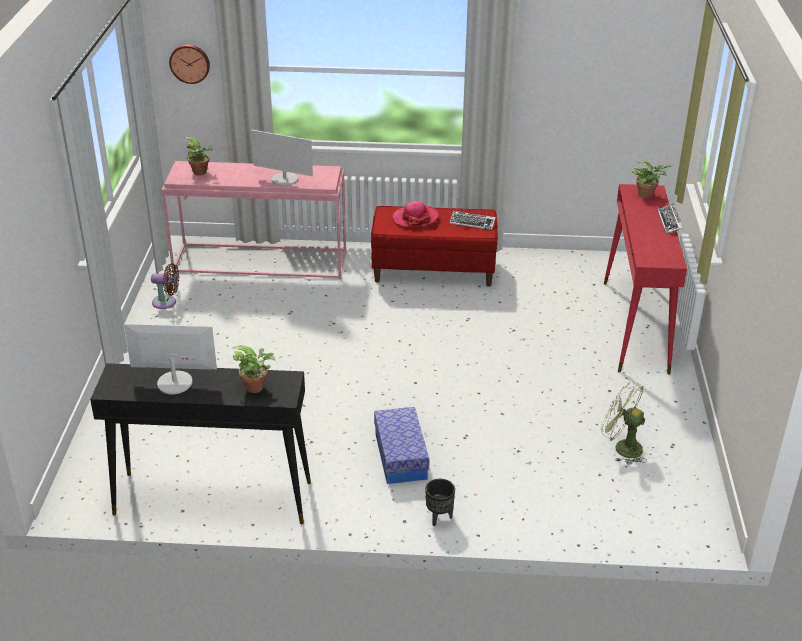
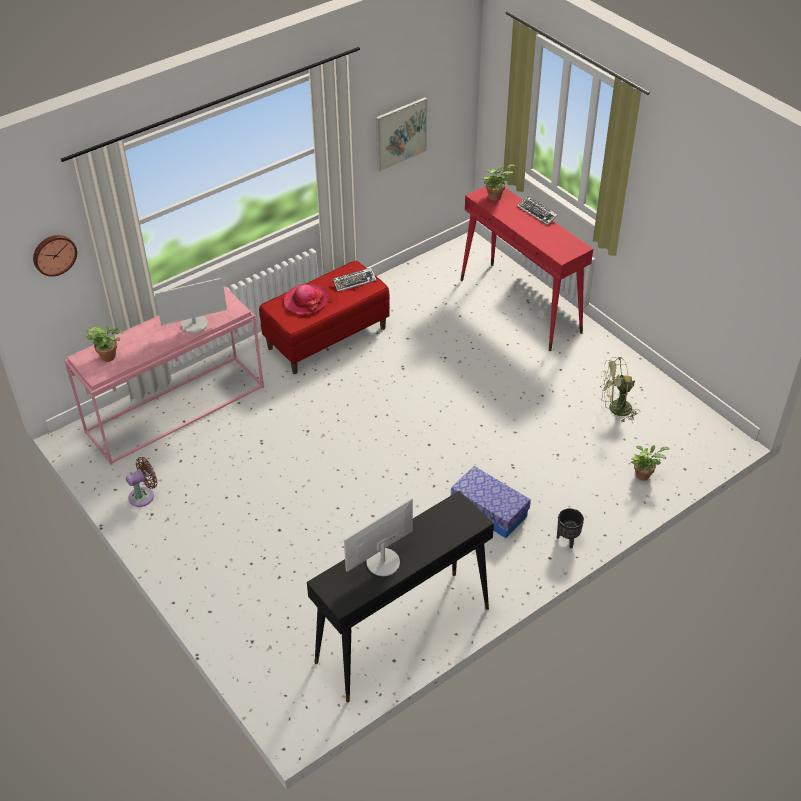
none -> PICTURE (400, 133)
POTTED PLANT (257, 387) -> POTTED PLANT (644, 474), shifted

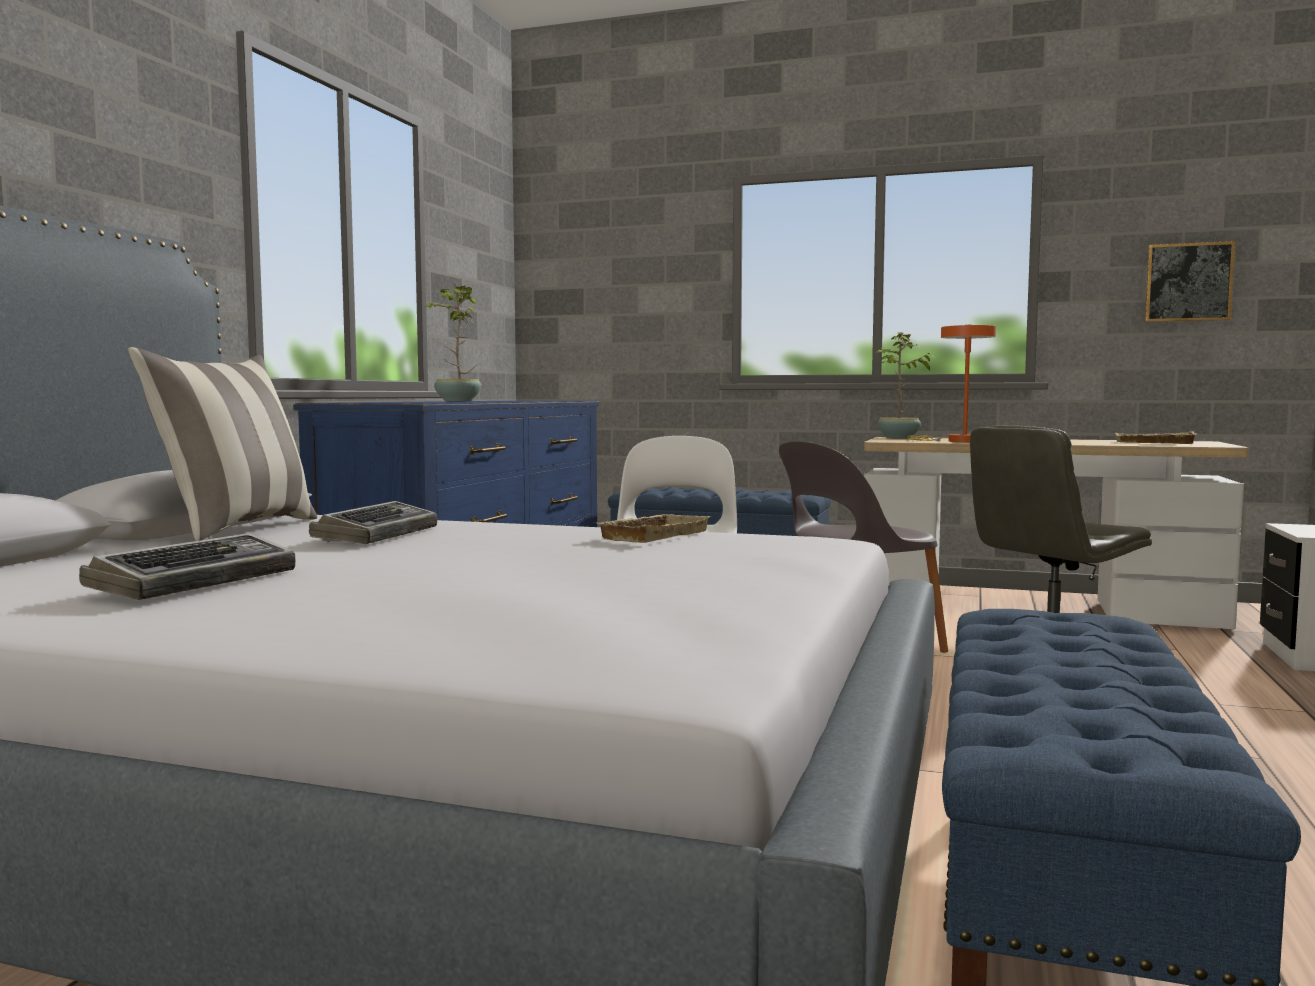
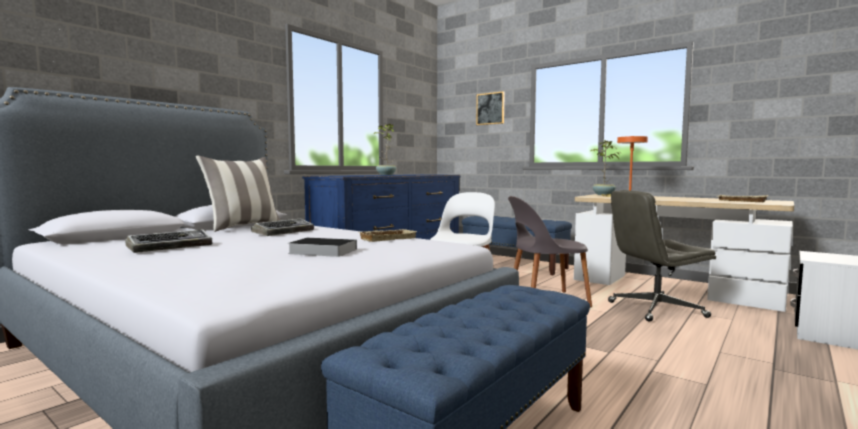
none -> BOOK (320, 251)
PICTURE (1188, 282) -> PICTURE (490, 108), shifted

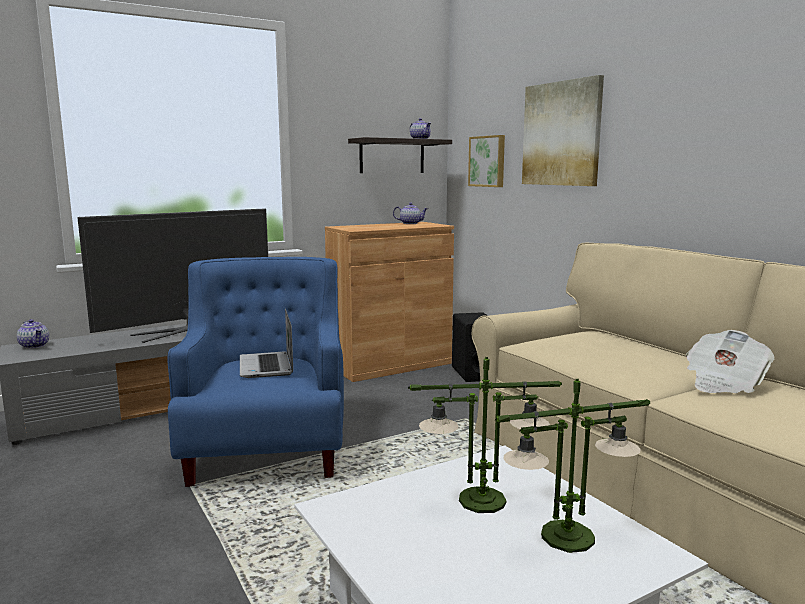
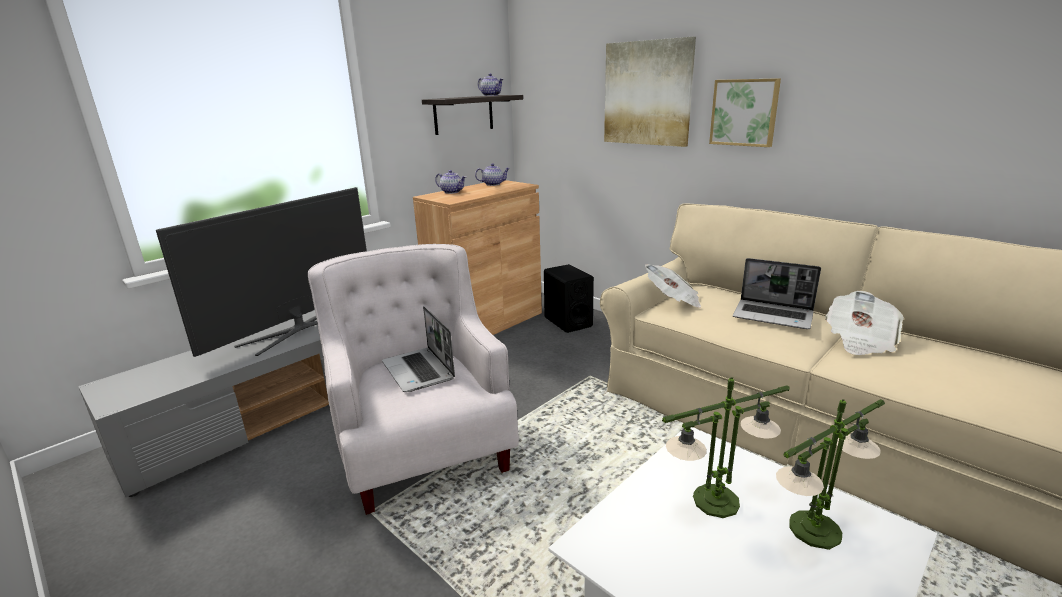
BLUE EASY CHAIR (267, 446) -> WHITE-COLOURED EASY CHAIR (422, 444)
POT FOR TEA (35, 346) -> POT FOR TEA (452, 192), shifted
none -> PRINTED PAPER (673, 300)
PICTURE (488, 161) -> PICTURE (744, 112), shifted
none -> PORTABLE COMPUTER (774, 316)

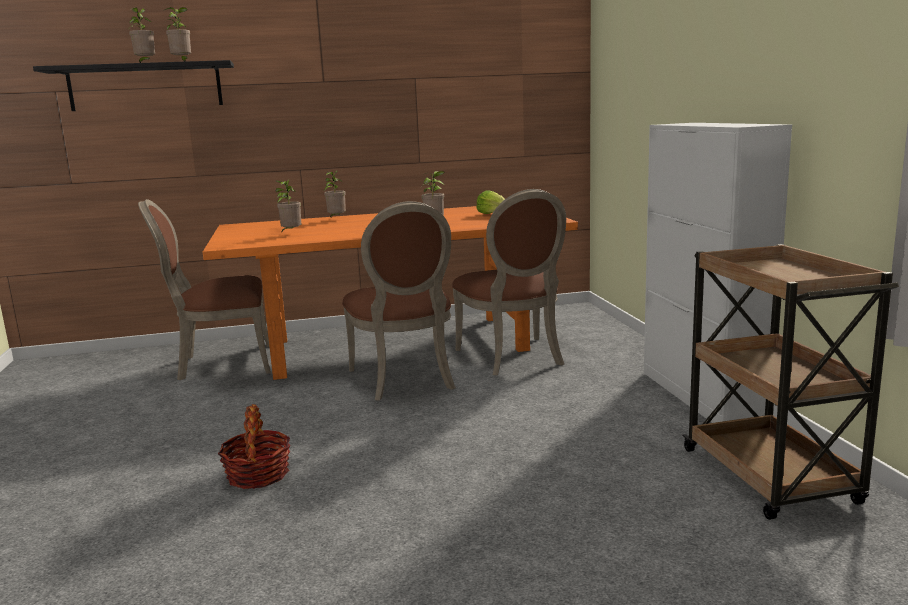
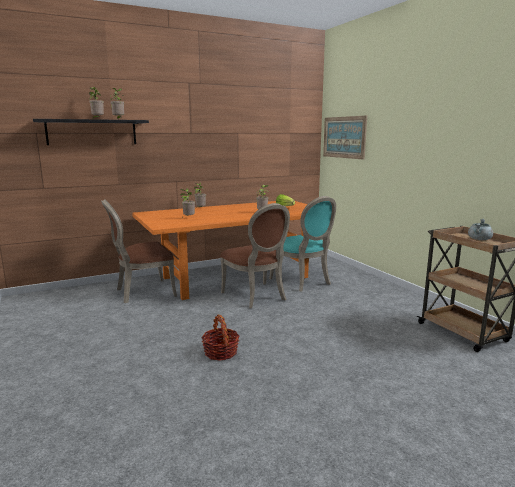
BROWN-COLOURED CHAIR (514, 357) -> BLUE-GREEN CHAIR (303, 281)
none -> PICTURE (344, 137)
none -> GREYISH STOCKPOT (479, 239)
WHITE-COLOURED CABINET (701, 396) -> none

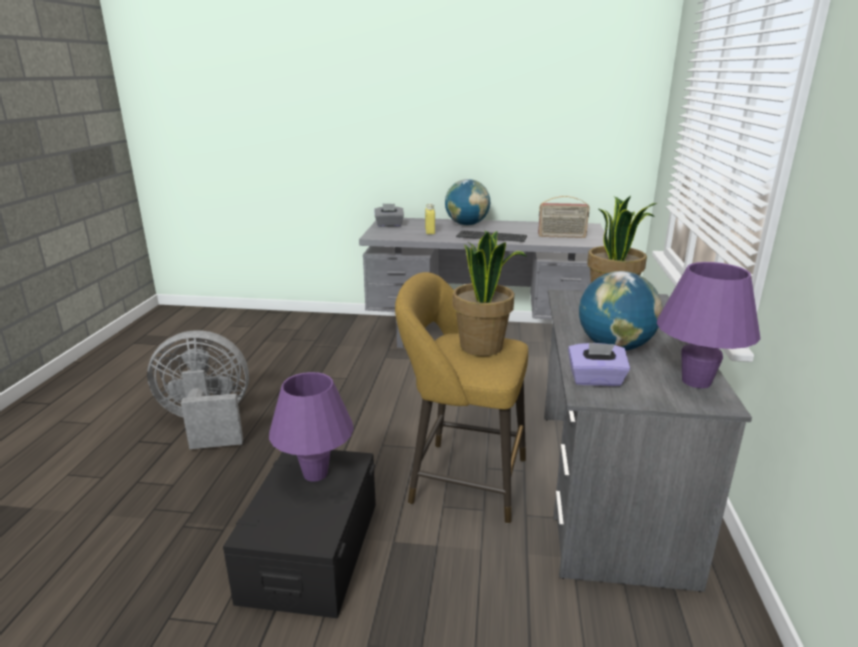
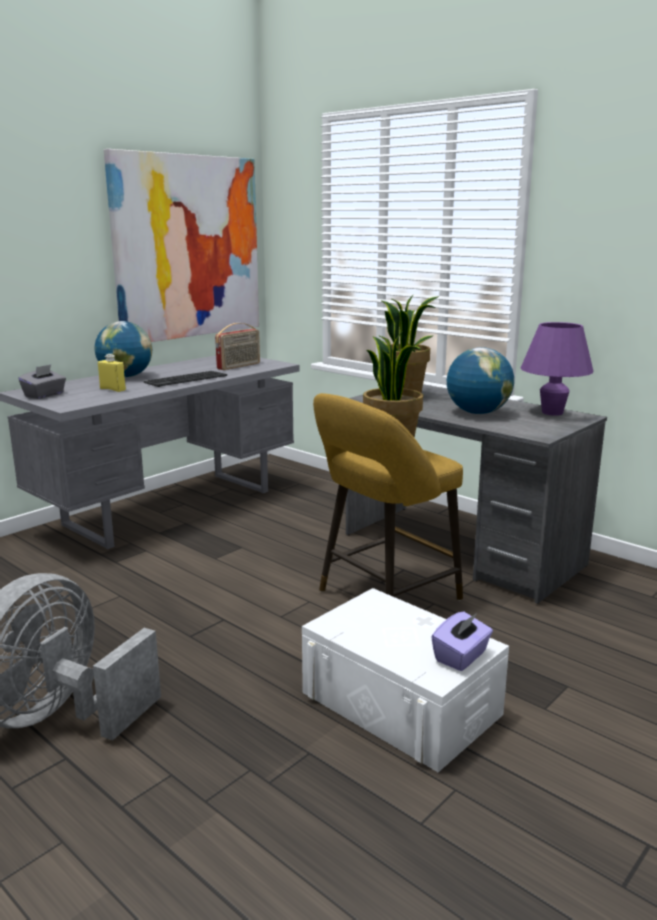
none -> PICTURE (188, 247)
BLACK STORAGE BIN (311, 550) -> WHITE-COLOURED STORAGE BIN (400, 703)
PURPLE TISSUE HOLDER (596, 380) -> PURPLE TISSUE HOLDER (461, 656), shifted
PURPLE LAMP FOR A TABLE (315, 474) -> none

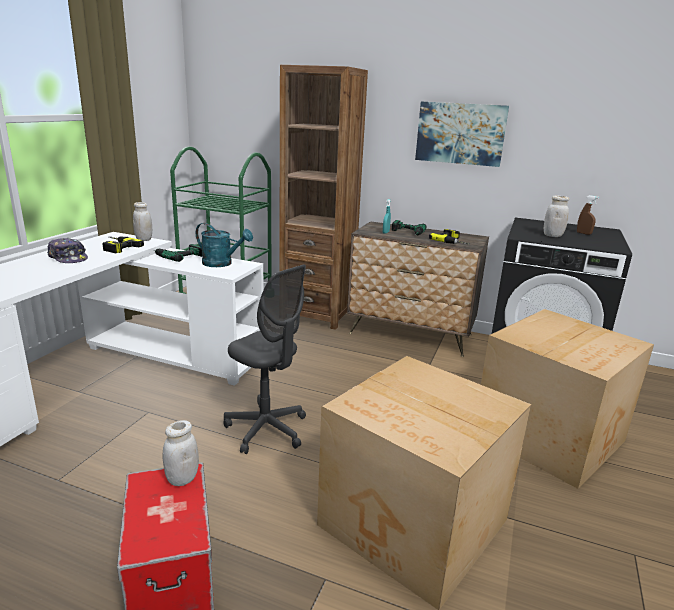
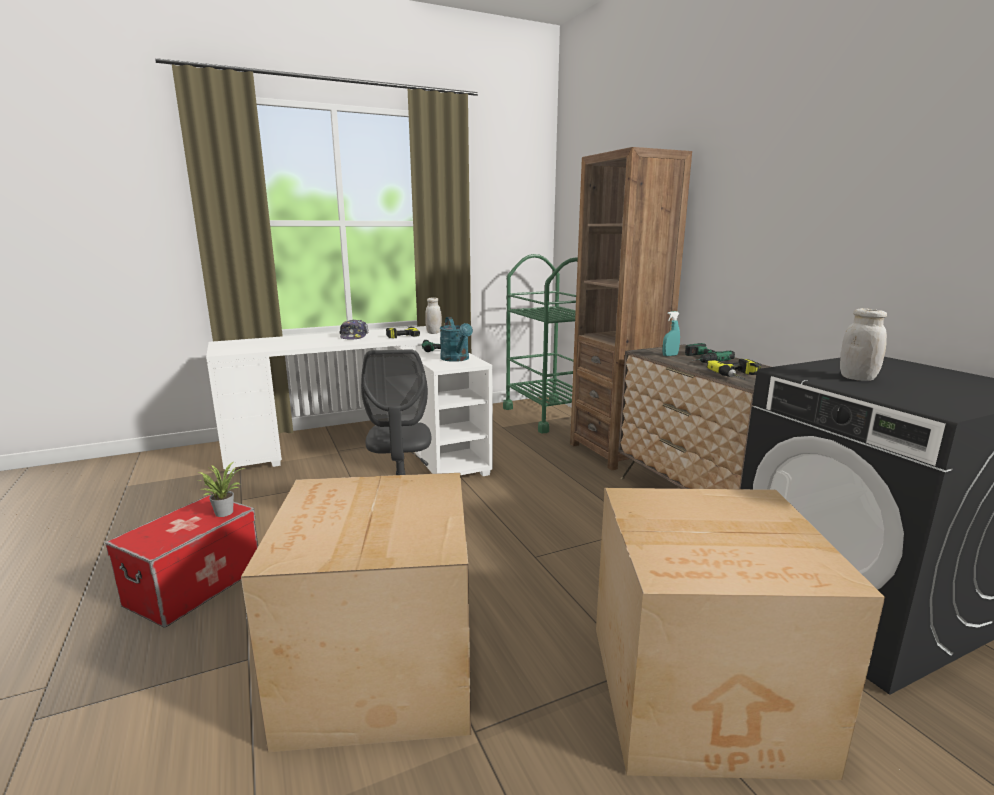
WHITE-COLOURED PRESERVE JAR (182, 479) -> POTTED PLANT (224, 512)
PICTURE (460, 133) -> none
BROWN-COLOURED SPRAY BOTTLE (583, 233) -> none

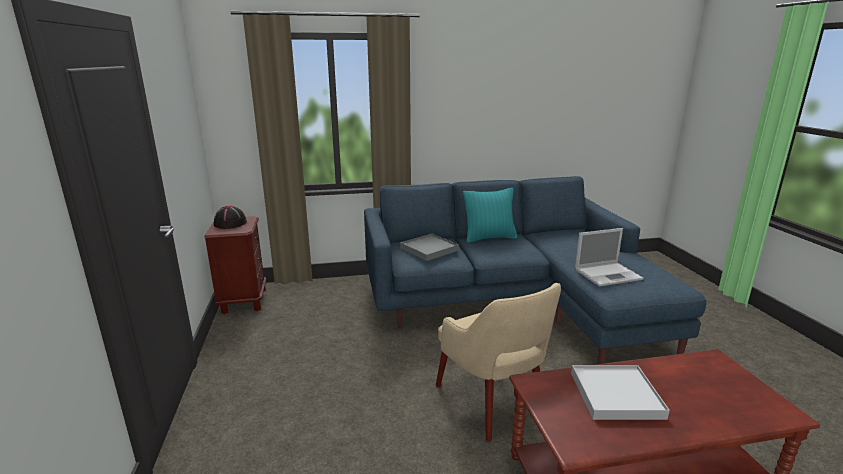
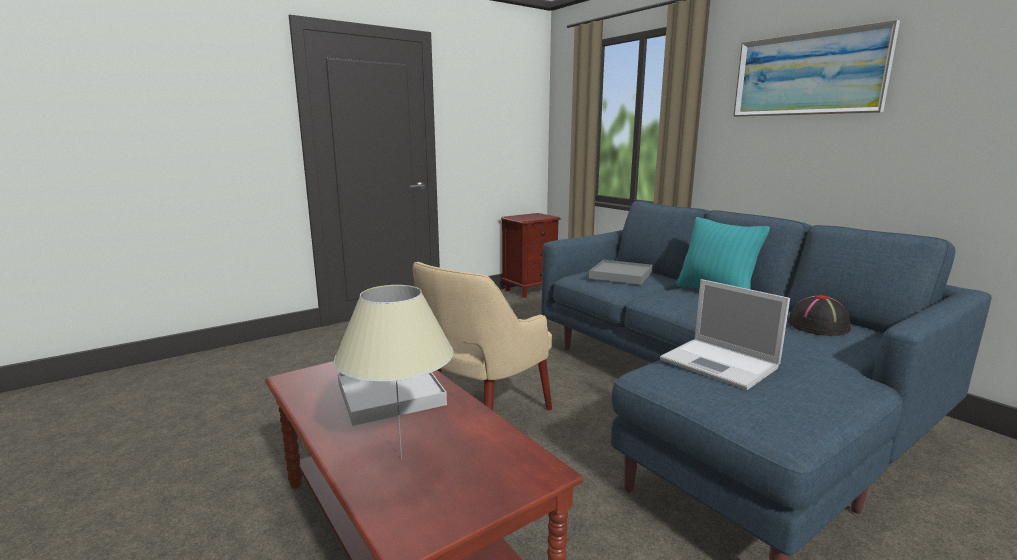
none -> BEIGE LAMP FOR A TABLE (401, 459)
none -> PICTURE (808, 74)
BLACK CLOTHING HAT (230, 223) -> BLACK CLOTHING HAT (818, 326), shifted

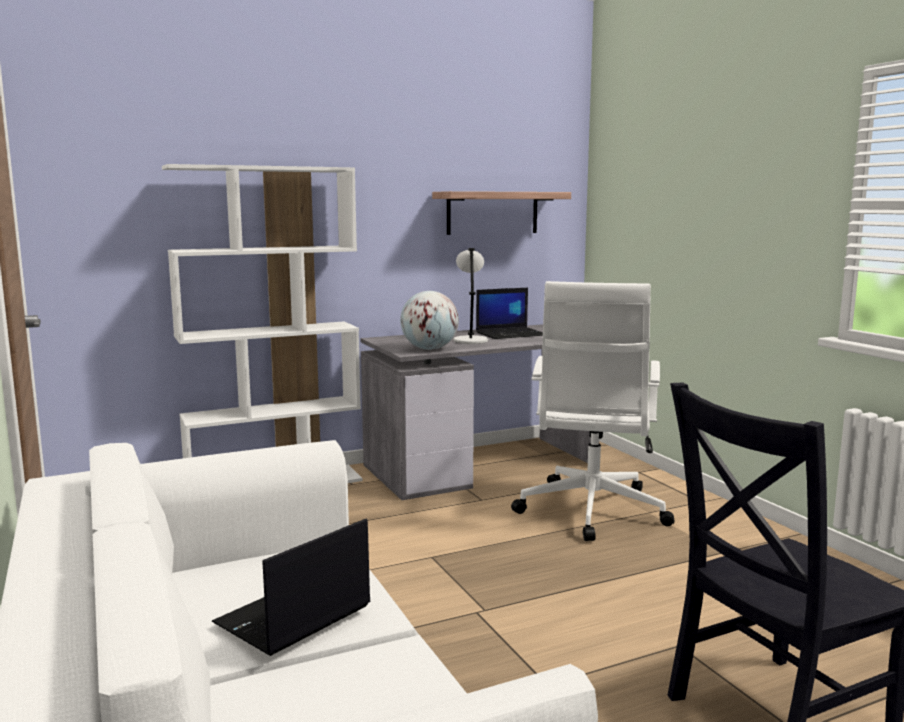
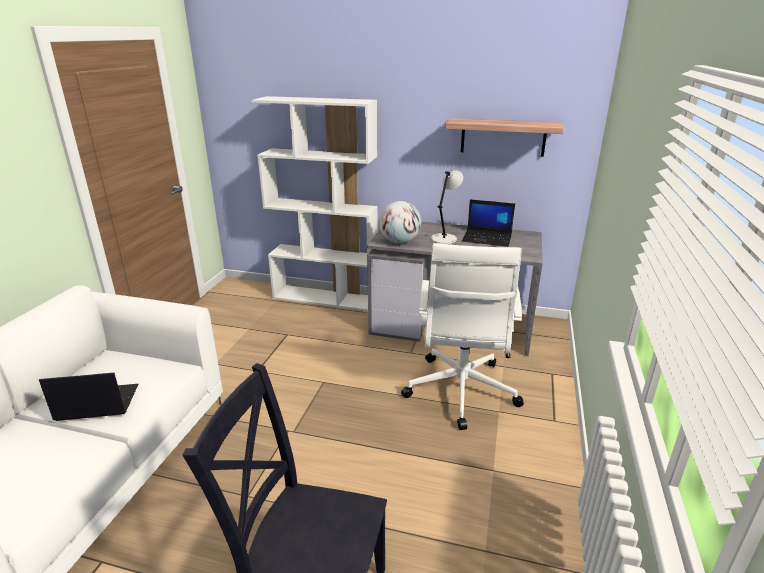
WHITE-COLOURED DESK CHAIR (591, 512) -> WHITE-COLOURED DESK CHAIR (460, 392), 45 degrees counterclockwise

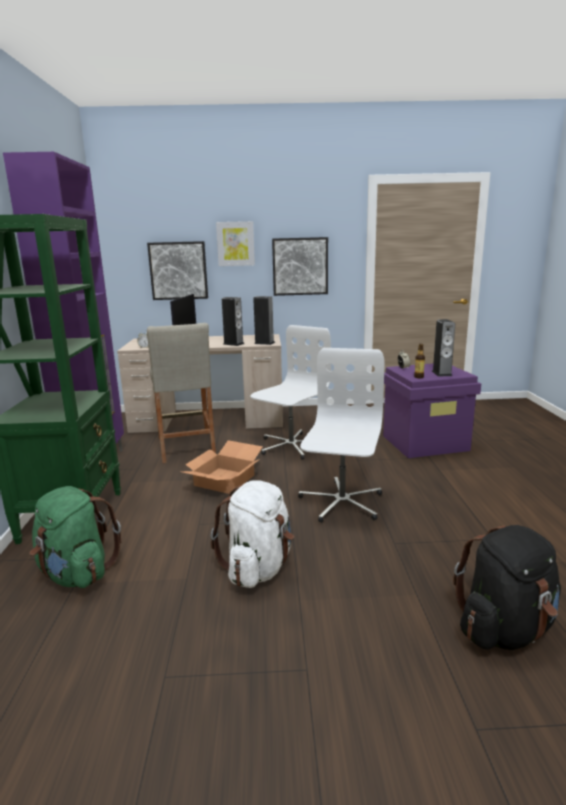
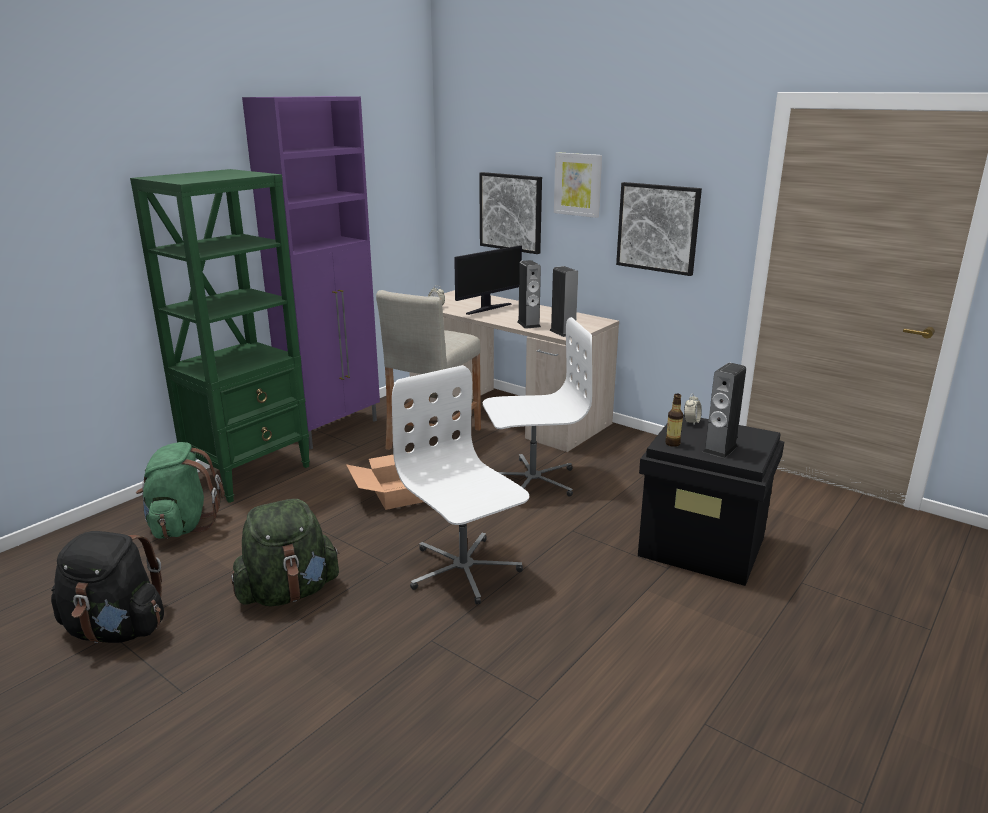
BLACK BACKPACK (505, 629) -> BLACK BACKPACK (117, 630), shifted
WHITE-COLOURED BACKPACK (258, 568) -> GREEN-COLOURED BACKPACK (289, 592)
WHITE-COLOURED DESK CHAIR (341, 502) -> WHITE-COLOURED DESK CHAIR (463, 570), 90 degrees counterclockwise
PURPLE STORAGE BIN (425, 443) -> BLACK STORAGE BIN (703, 546)

